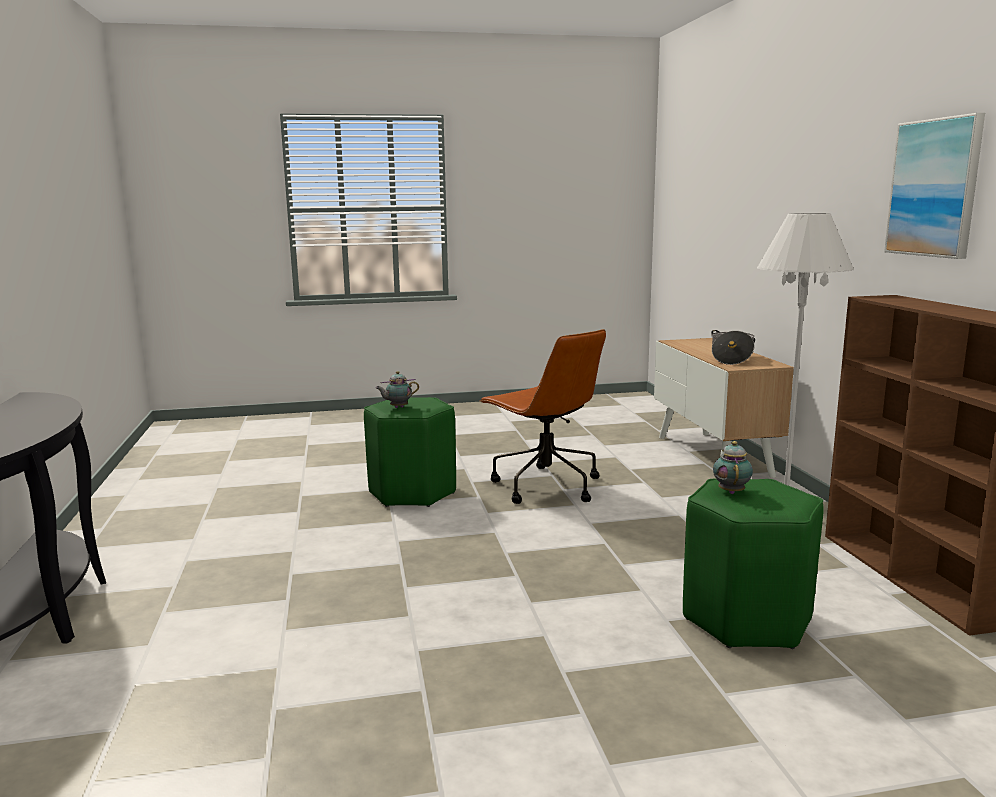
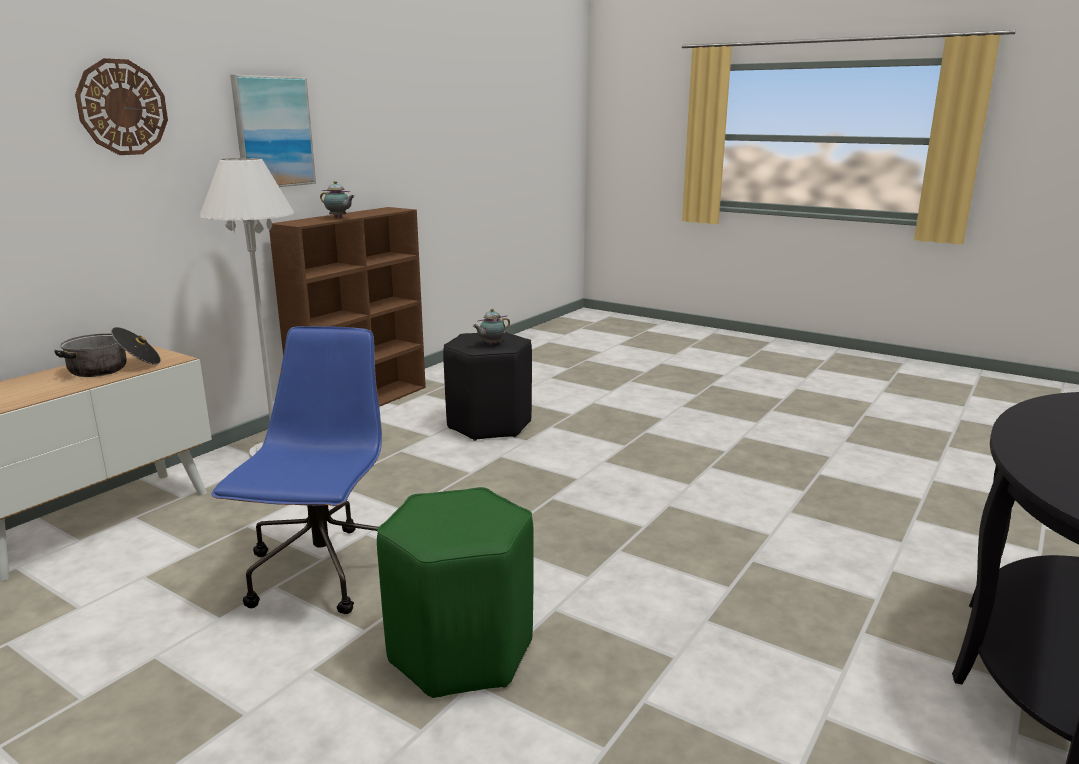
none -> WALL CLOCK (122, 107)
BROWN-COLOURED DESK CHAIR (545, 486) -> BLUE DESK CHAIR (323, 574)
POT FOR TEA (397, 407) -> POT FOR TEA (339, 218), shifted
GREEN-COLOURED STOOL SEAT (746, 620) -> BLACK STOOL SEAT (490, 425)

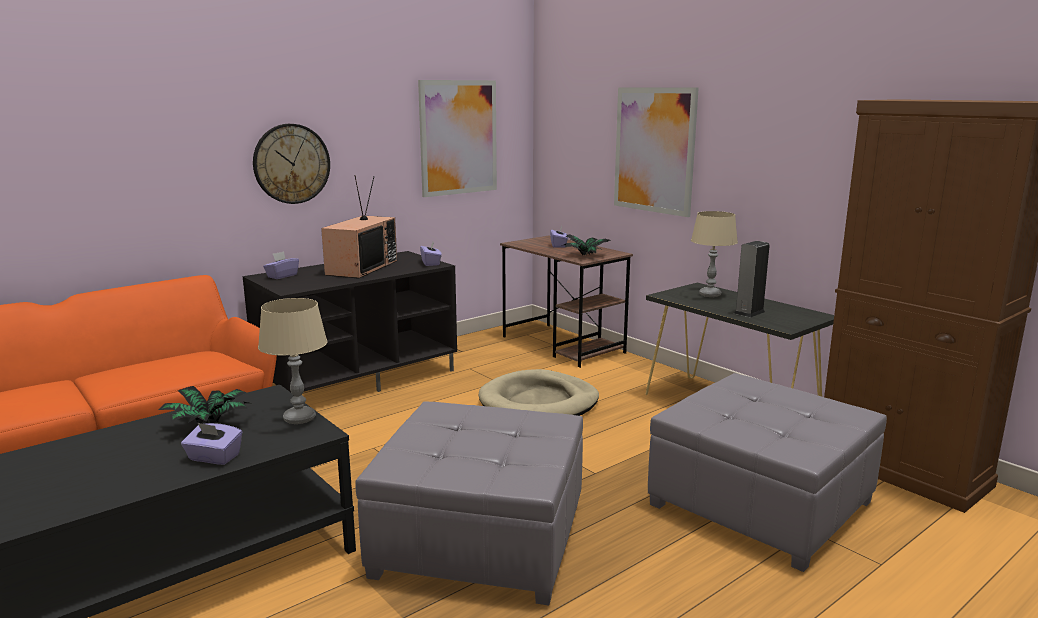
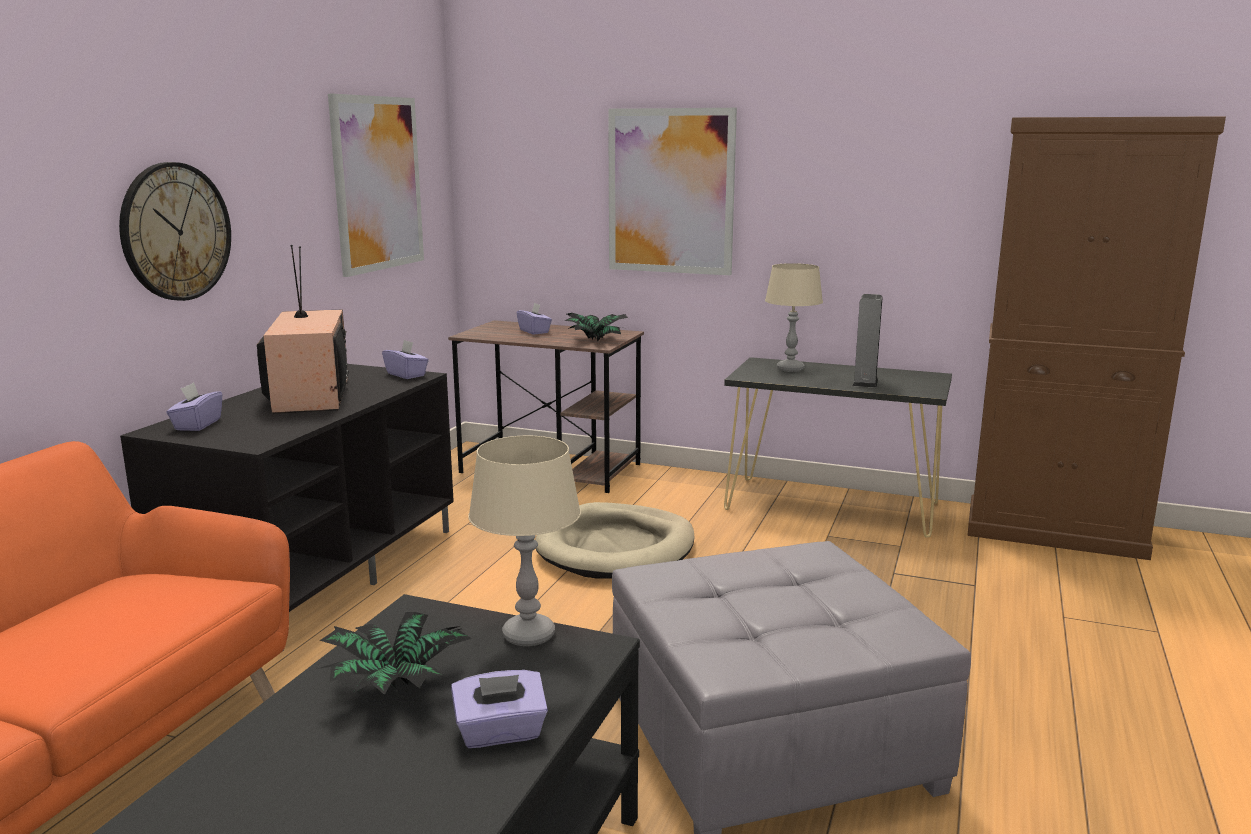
GREYISH OTTOMAN (762, 503) -> none

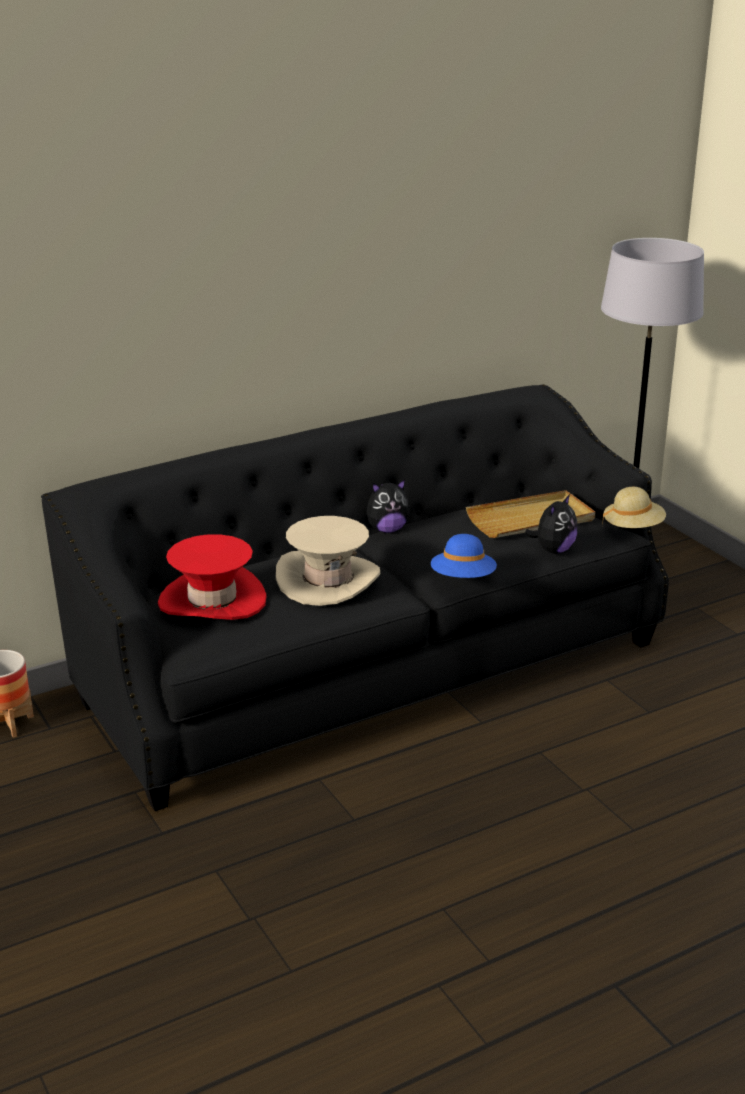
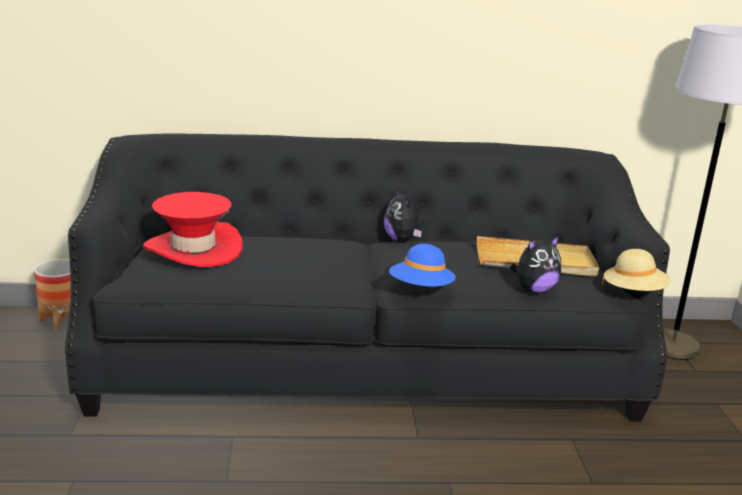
SOFT TOY (387, 530) -> SOFT TOY (402, 241), 60 degrees clockwise
BEIGE CLOTHING HAT (328, 580) -> none

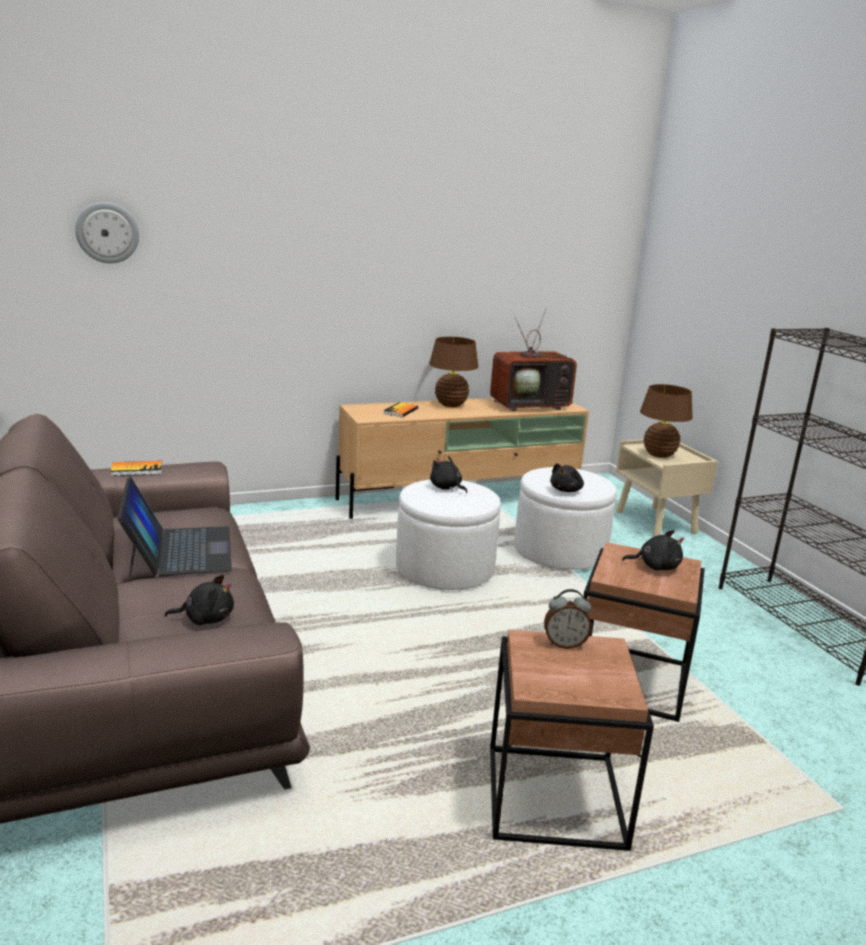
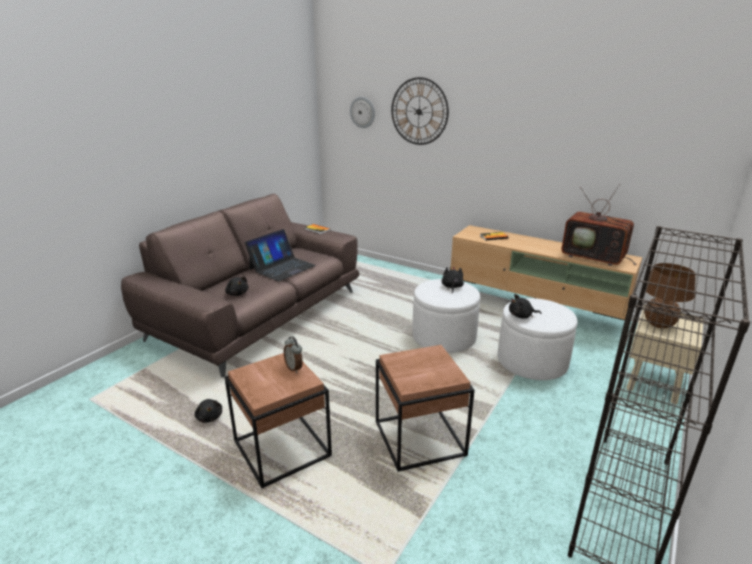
BLACK SOFT TOY (655, 566) -> BLACK SOFT TOY (209, 417), shifted
none -> WALL CLOCK (419, 111)
BROWN-COLOURED LAMP FOR A TABLE (451, 404) -> none

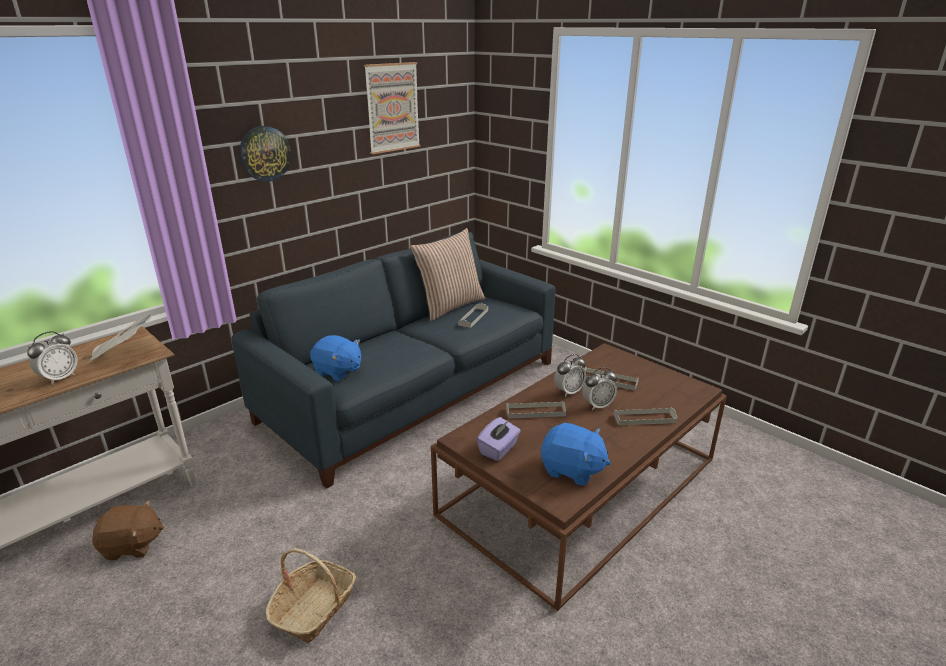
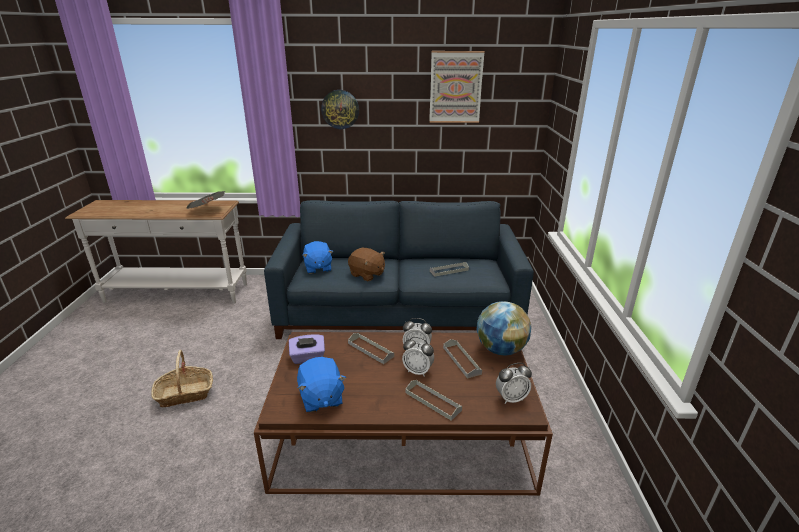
BROWN-COLOURED SOFT TOY (132, 545) -> BROWN-COLOURED SOFT TOY (367, 274), shifted
none -> GLOBE (500, 349)
ALARM CLOCK (60, 378) -> ALARM CLOCK (511, 398), shifted
THROW PILLOW (450, 306) -> none

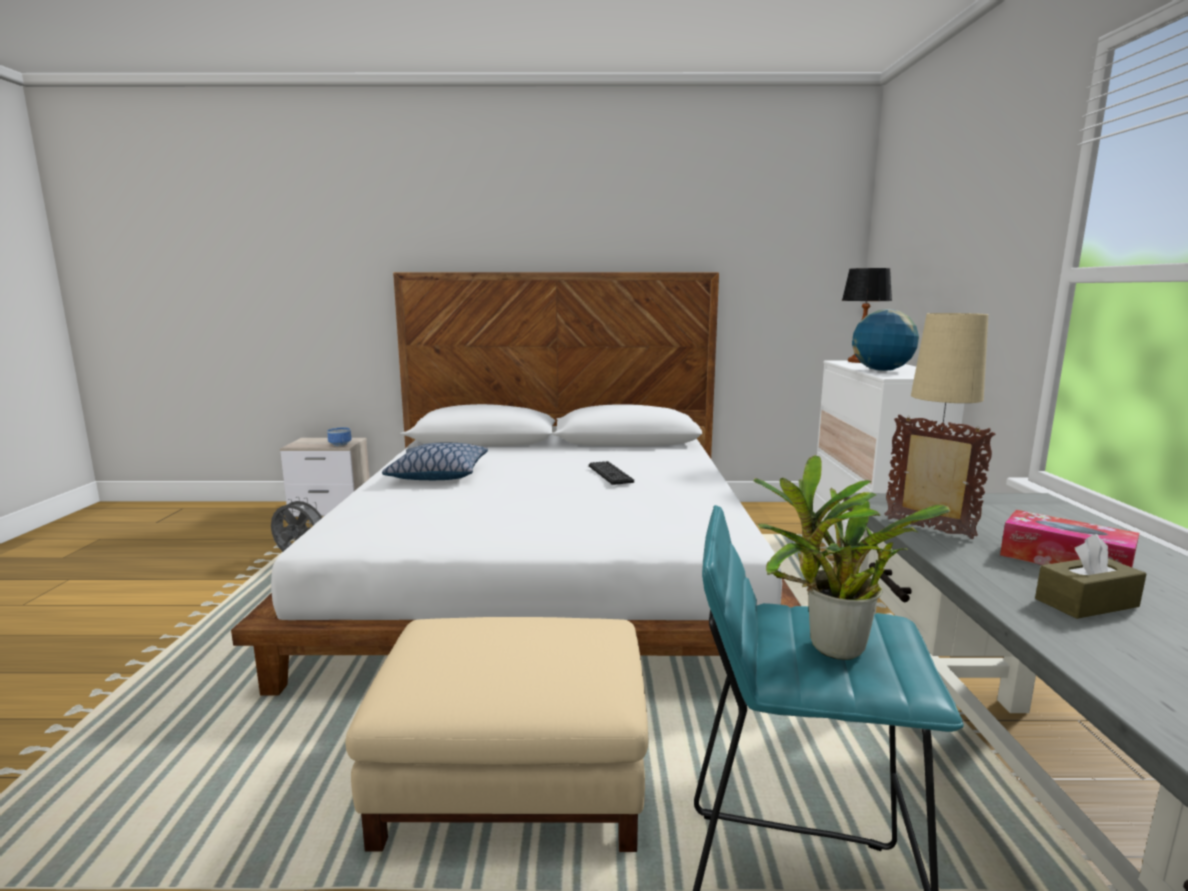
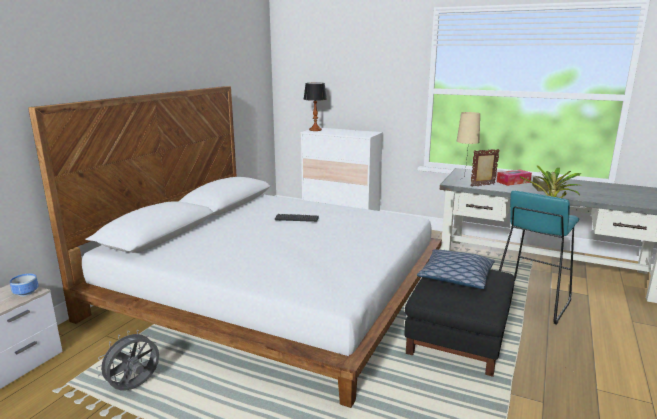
BEIGE OTTOMAN (515, 775) -> BLACK OTTOMAN (457, 335)
THROW PILLOW (438, 474) -> THROW PILLOW (455, 277), shifted
GLOBE (881, 370) -> none

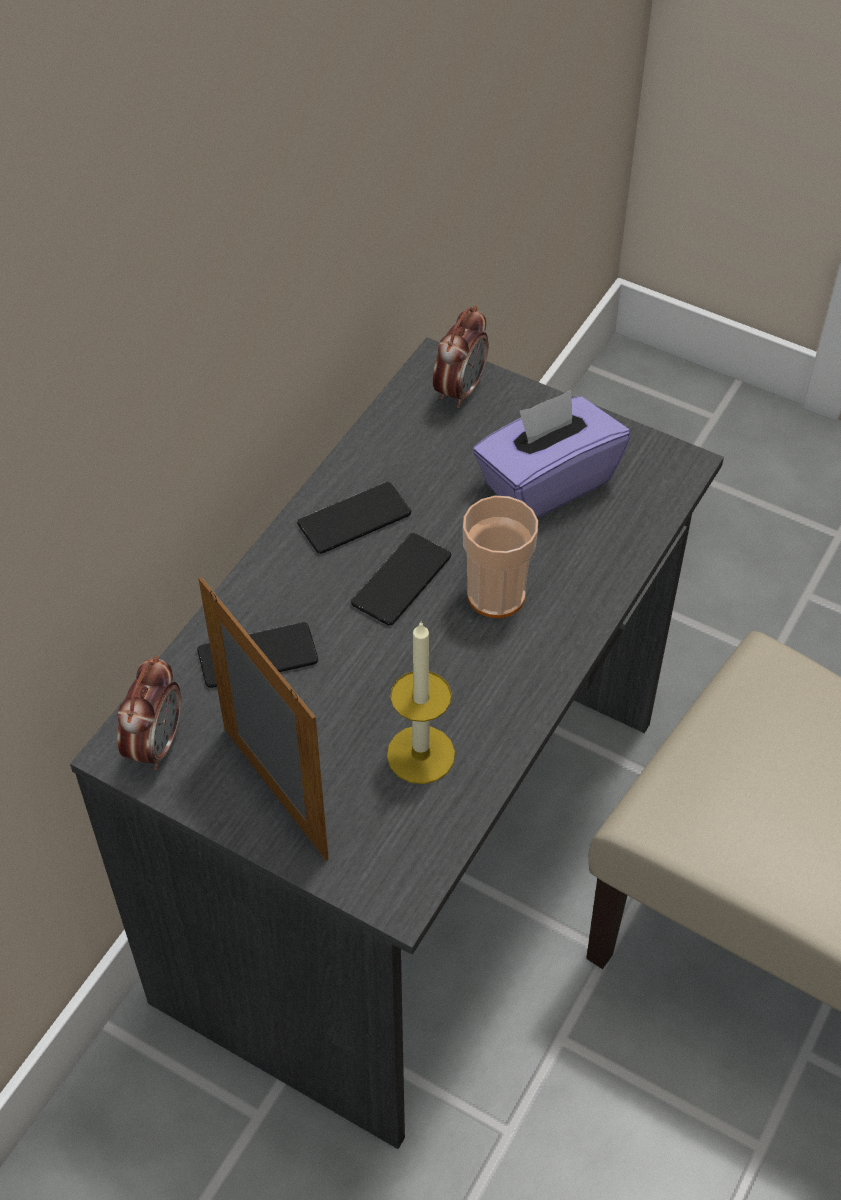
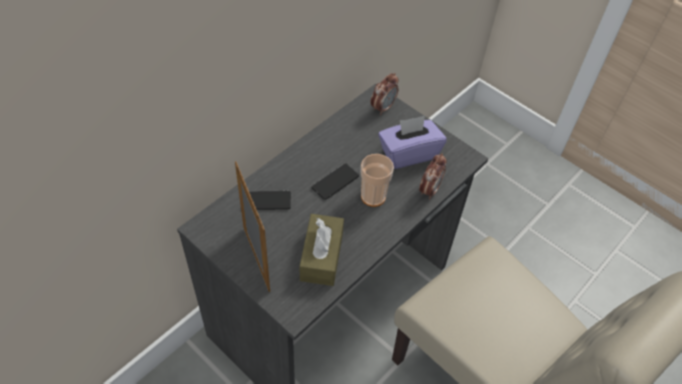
WAX CANDLE (420, 754) -> BROWN-COLOURED TISSUE HOLDER (321, 256)
ALARM CLOCK (155, 744) -> ALARM CLOCK (429, 190), shifted
TELEPHONE (354, 519) -> none

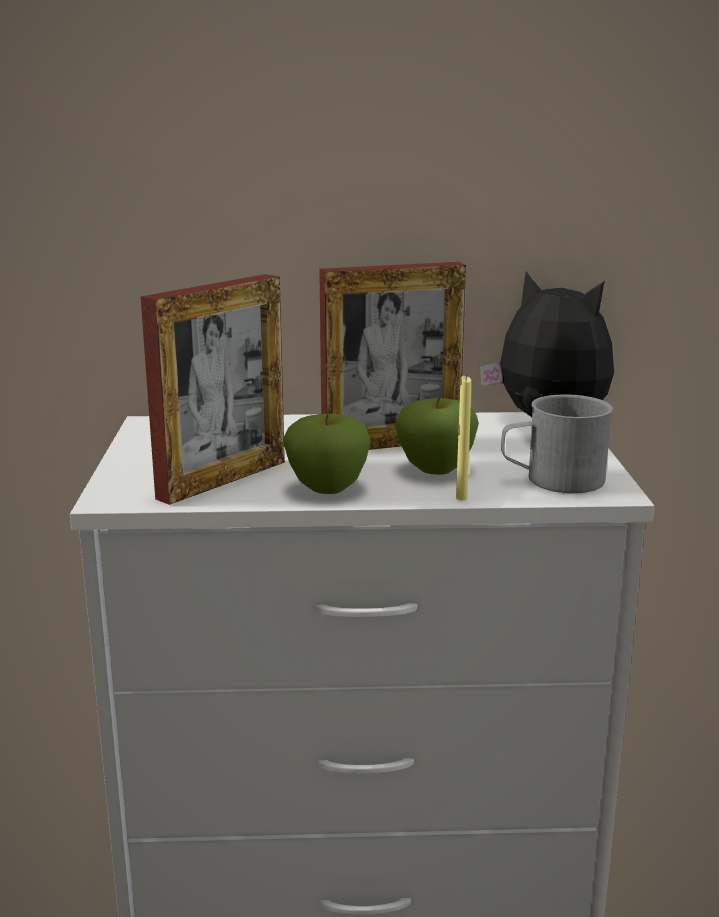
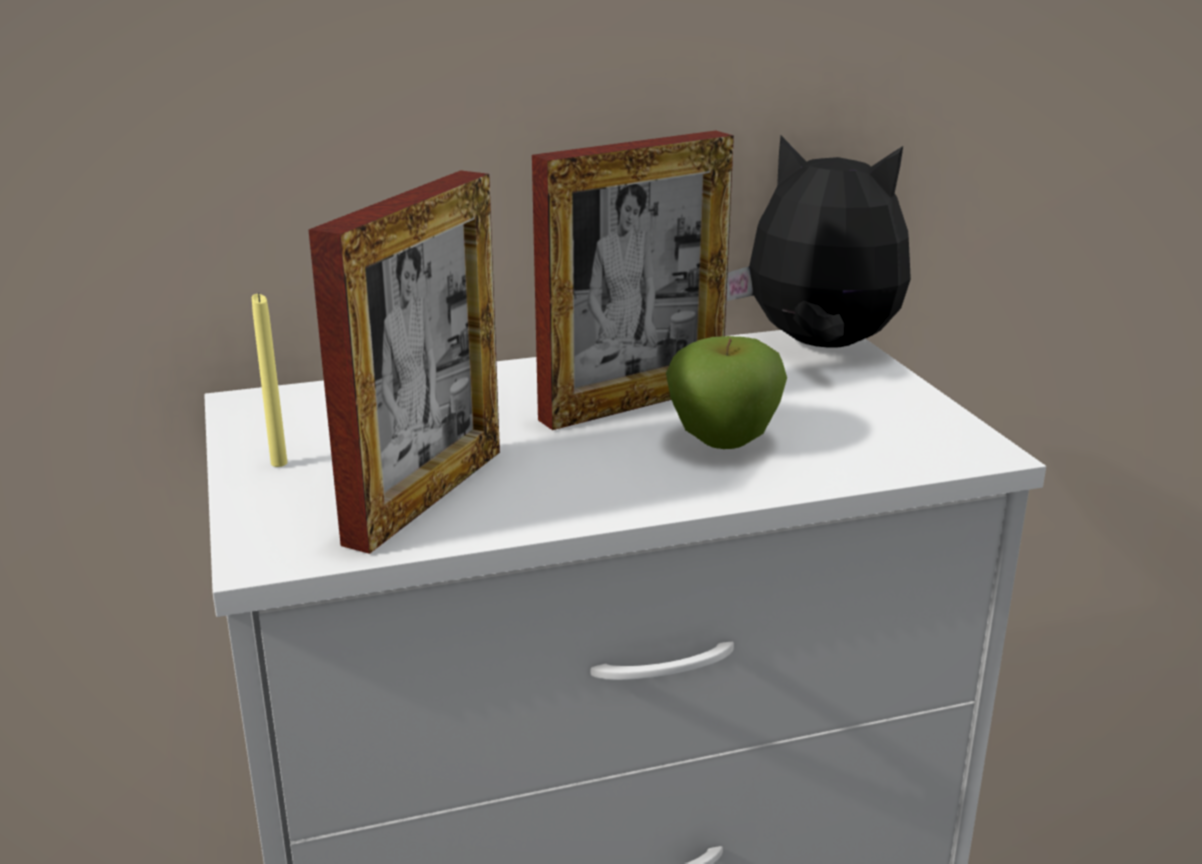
YELLOW WAX CANDLE (461, 498) -> YELLOW WAX CANDLE (279, 463), shifted
APPLE FRUIT (327, 488) -> none
GREYISH TEA MUG (552, 480) -> none

